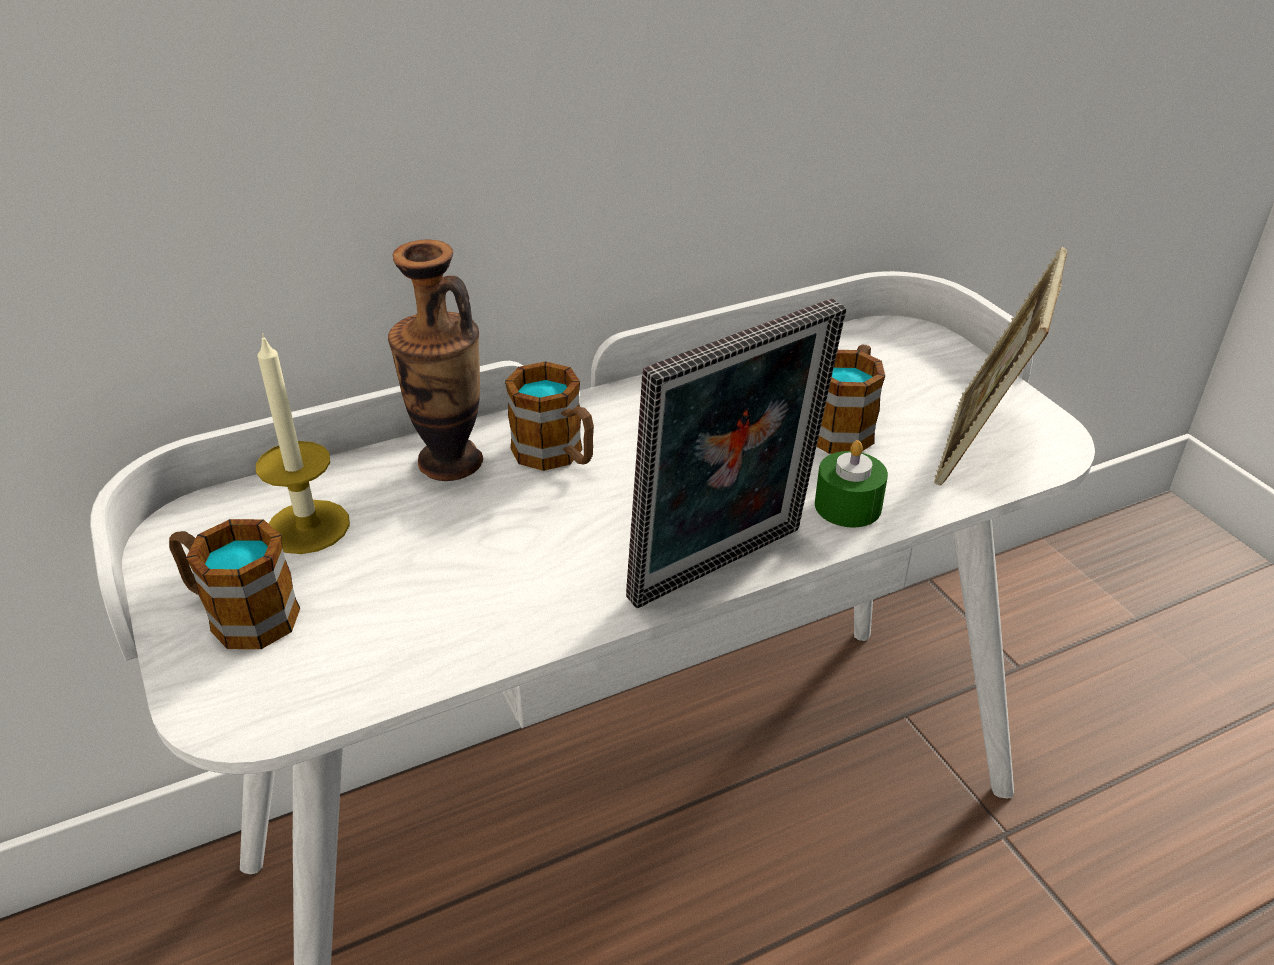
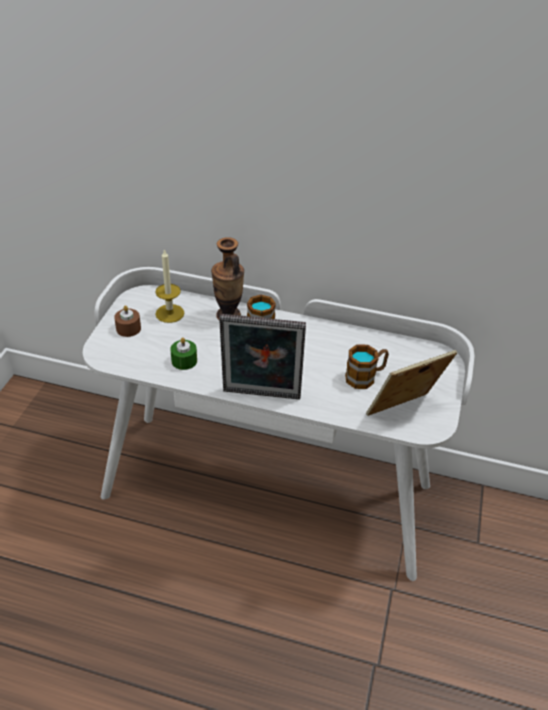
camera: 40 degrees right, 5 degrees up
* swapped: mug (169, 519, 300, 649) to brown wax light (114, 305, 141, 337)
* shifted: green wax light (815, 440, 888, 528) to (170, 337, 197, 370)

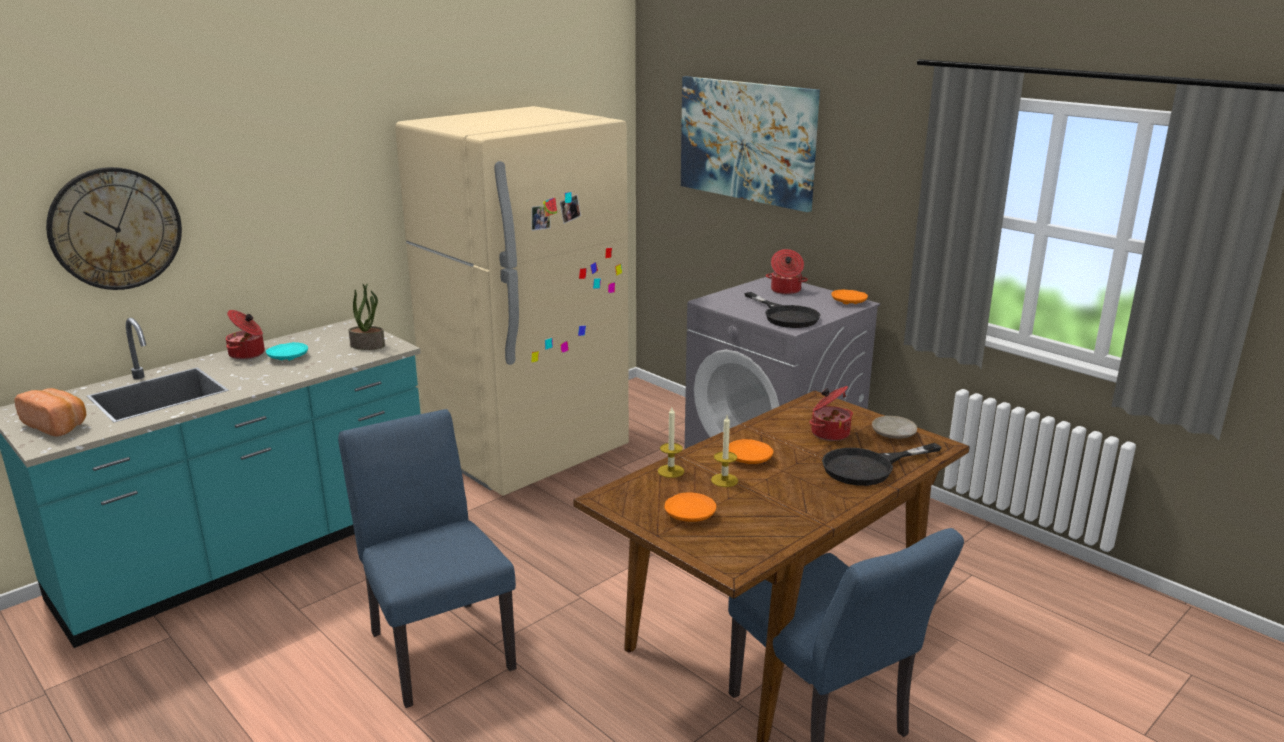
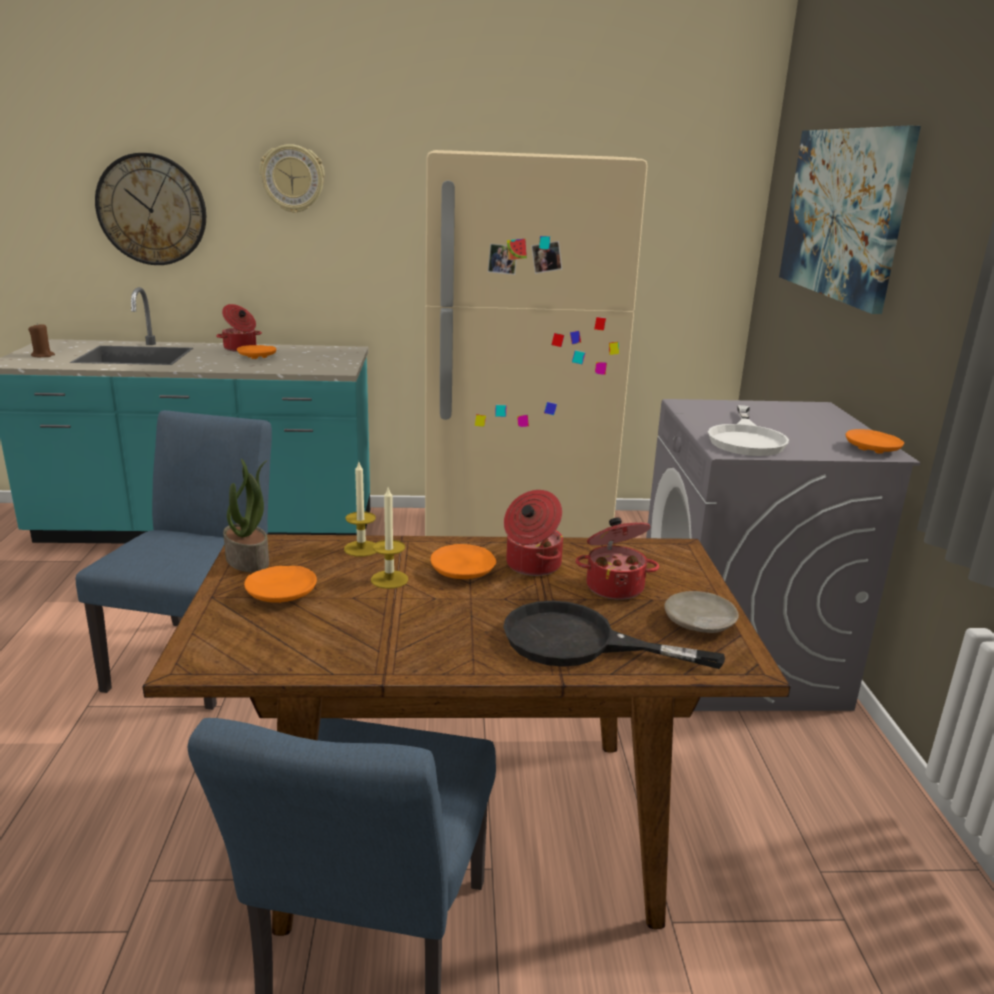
camera: 40 degrees right, 0 degrees up
* swapped: baked bread (15, 388, 86, 437) to brown wax light (28, 323, 55, 357)
* shifted: plant in a pot (349, 284, 385, 350) to (223, 459, 269, 572)
* repainted: turquoise plate (266, 342, 308, 361) to orange plate (237, 345, 276, 359)
* new: hanging clock (259, 144, 325, 213)
* shifted: cooking pot (766, 249, 808, 294) to (504, 490, 563, 576)
* repainted: black skillet (744, 292, 820, 328) to white-coloured skillet (708, 405, 789, 456)

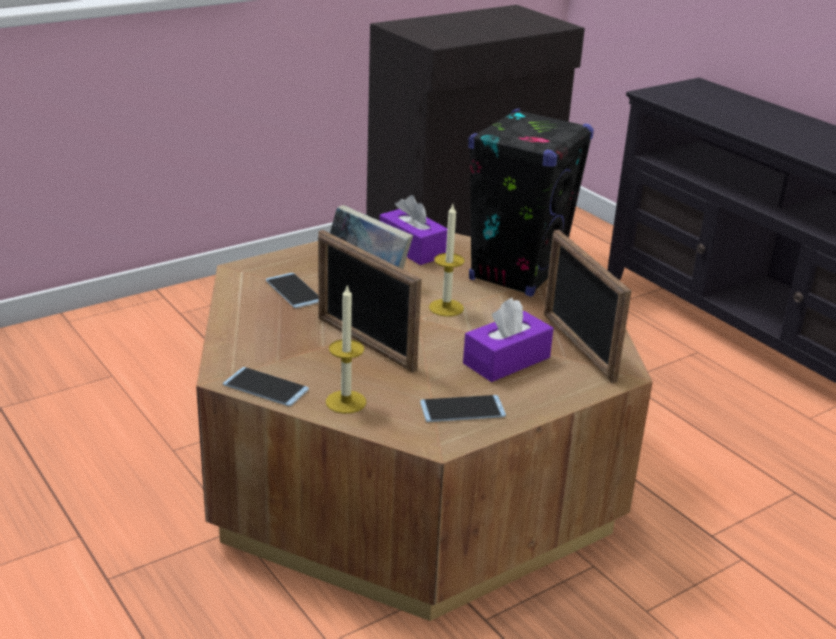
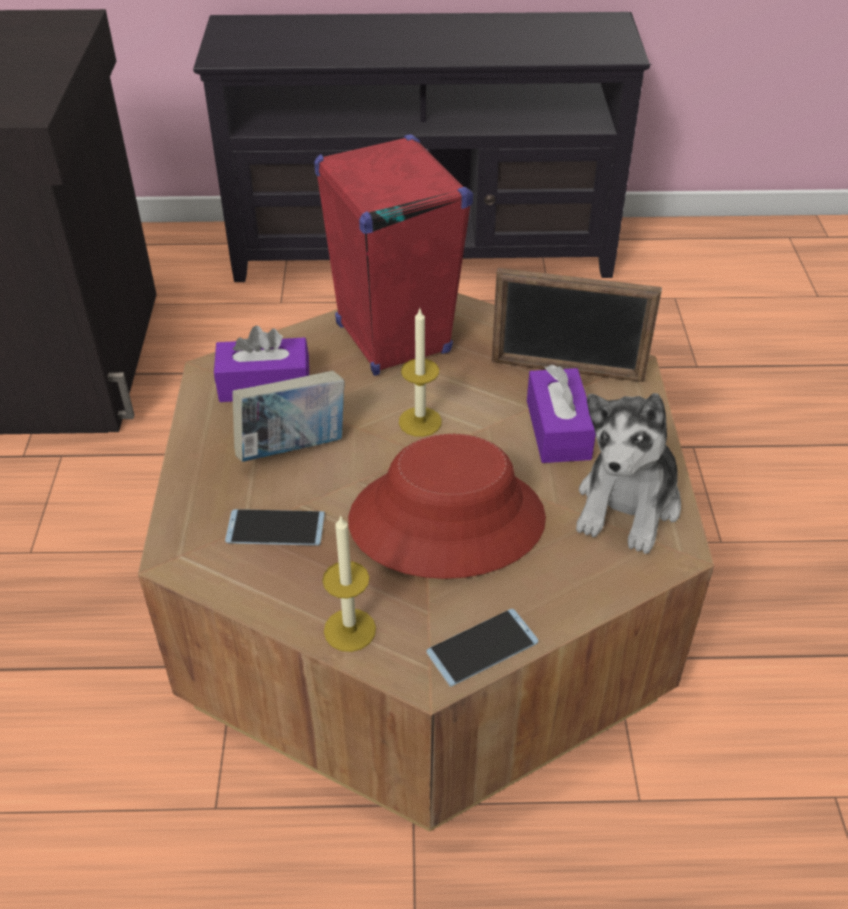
camera: 55 degrees left, 15 degrees up
* repainted: black audio speaker (468, 108, 594, 297) to red-coloured audio speaker (314, 134, 473, 376)
* shifted: wax light (326, 284, 366, 414) to (322, 514, 376, 652)
* swapped: photo frame (318, 230, 422, 372) to red-coloured clothing hat (348, 434, 546, 579)
* swapped: handset (420, 395, 506, 422) to cuddly toy (576, 393, 681, 554)

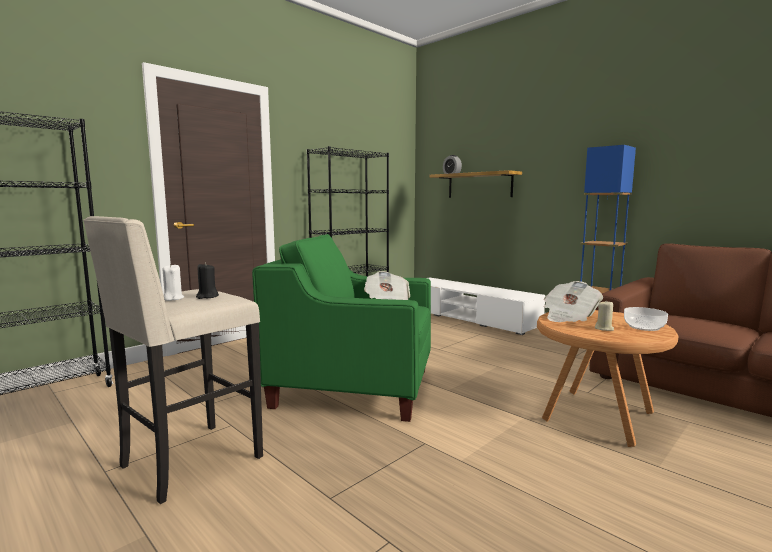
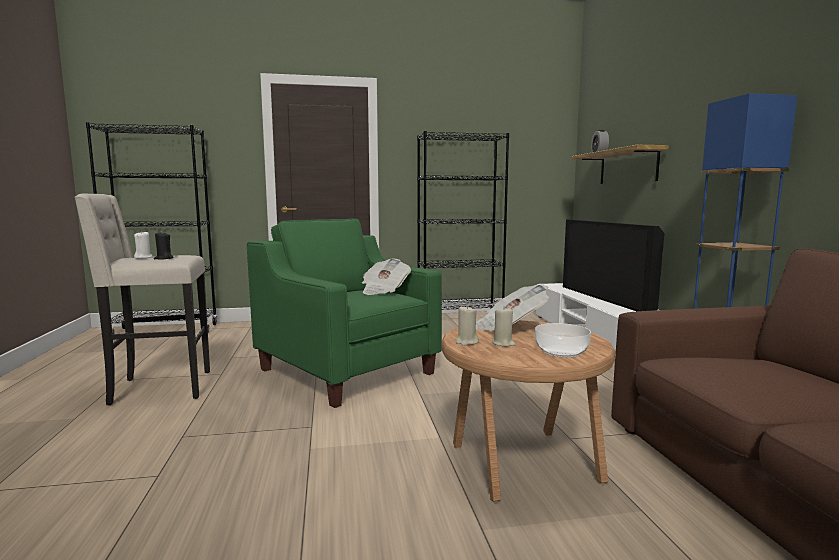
camera: 35 degrees right, 0 degrees up
* new: beige-coloured wax light (456, 305, 479, 346)
* new: TV (563, 219, 664, 311)

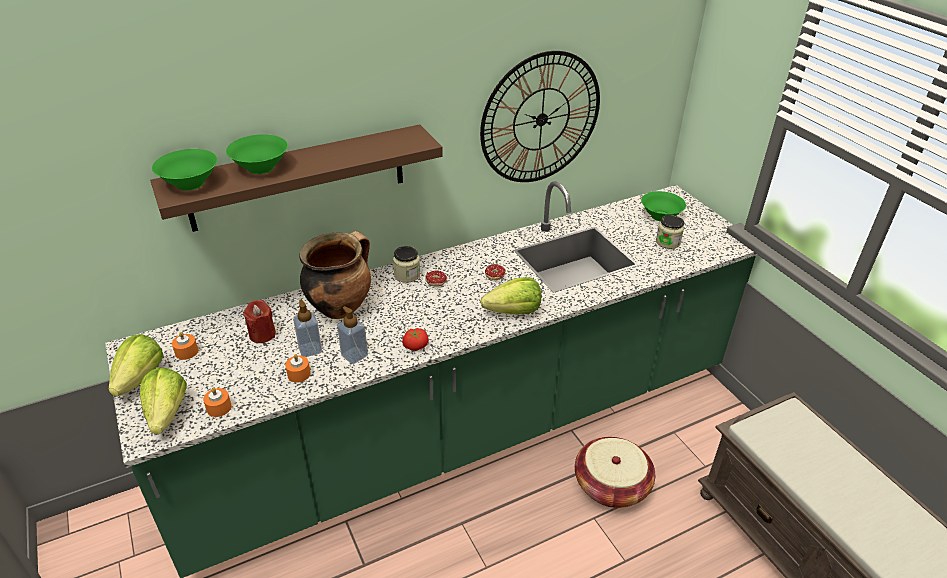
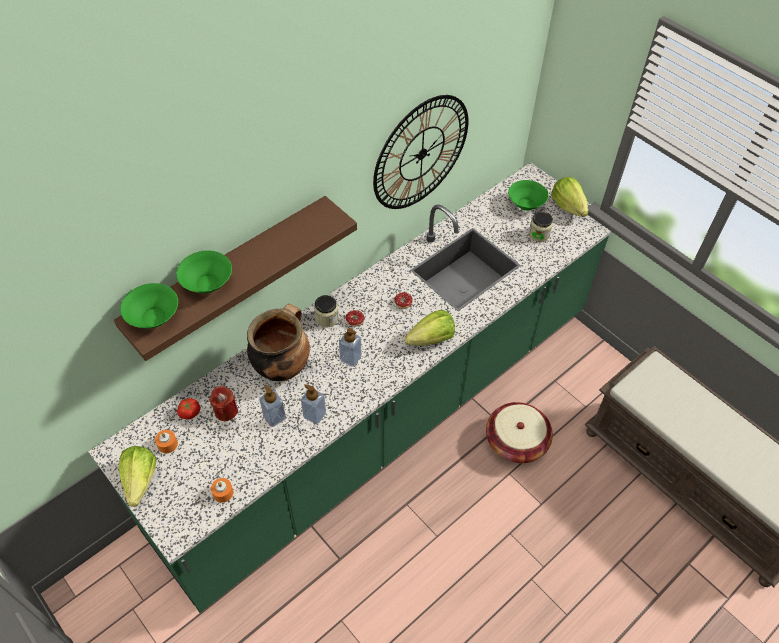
camera: 15 degrees left, 15 degrees up
* shifted: tomato (402, 328, 429, 351) to (177, 398, 200, 420)
* new: soap dispenser (339, 328, 362, 367)
* shifted: lettuce head (140, 368, 187, 434) to (551, 177, 588, 217)
* gone: orange wax light (285, 354, 311, 383)

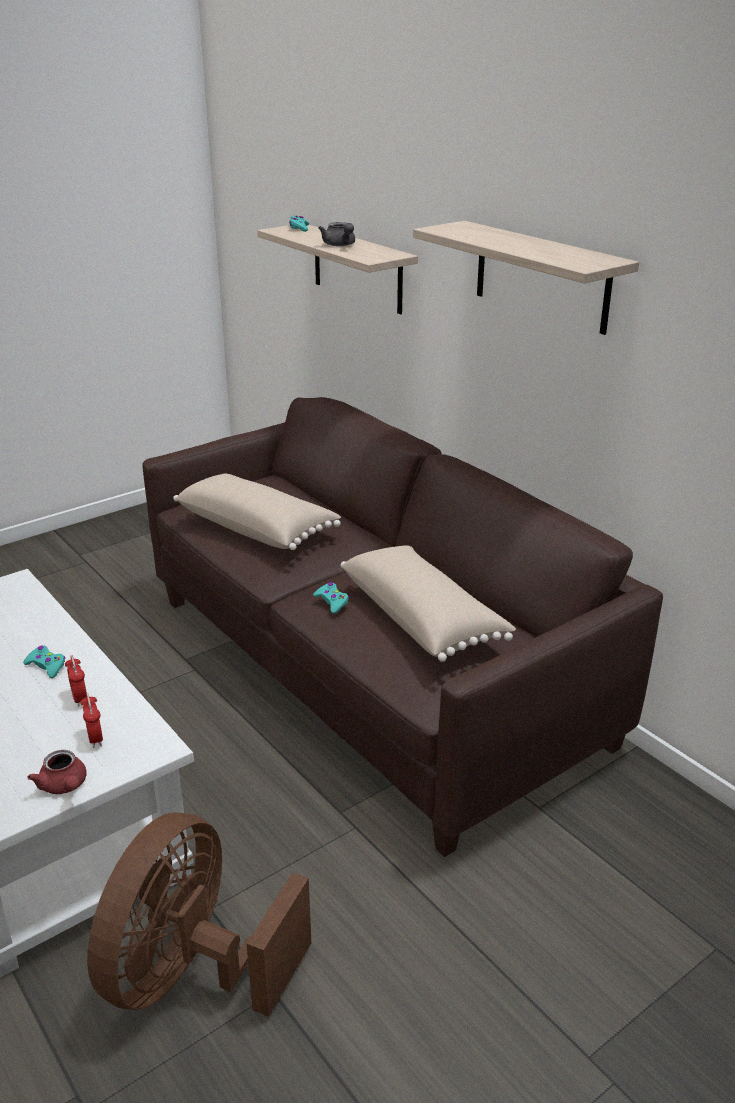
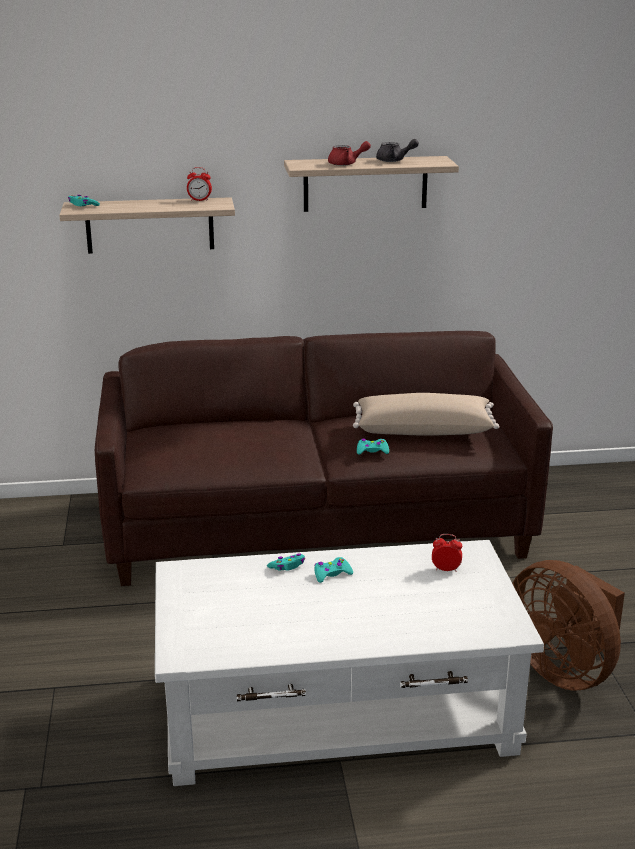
camera: 60 degrees left, 5 degrees down
* shifted: table clock (65, 655, 87, 707) to (187, 167, 212, 201)
* new: turquoise game controller (267, 554, 305, 571)
* shifted: red-coloured tea pot (27, 750, 87, 794) to (328, 141, 371, 166)
* shifted: greyish tea pot (318, 222, 355, 246) to (376, 139, 419, 162)
* gone: beige-coloured cushion (173, 474, 341, 550)

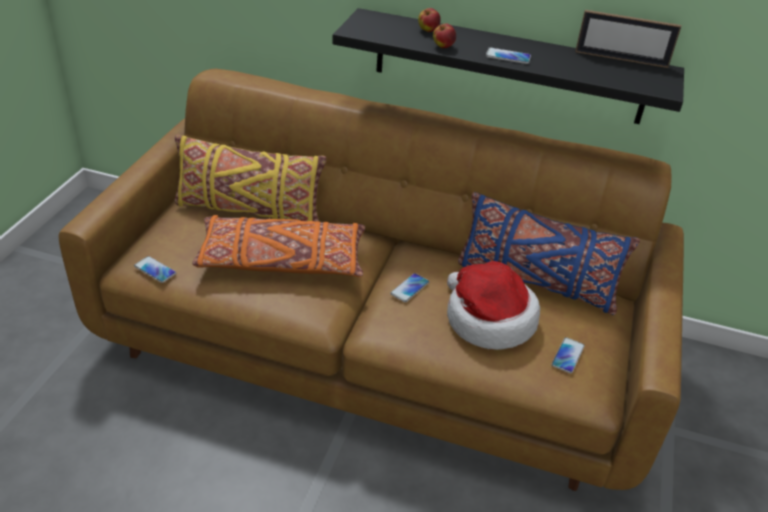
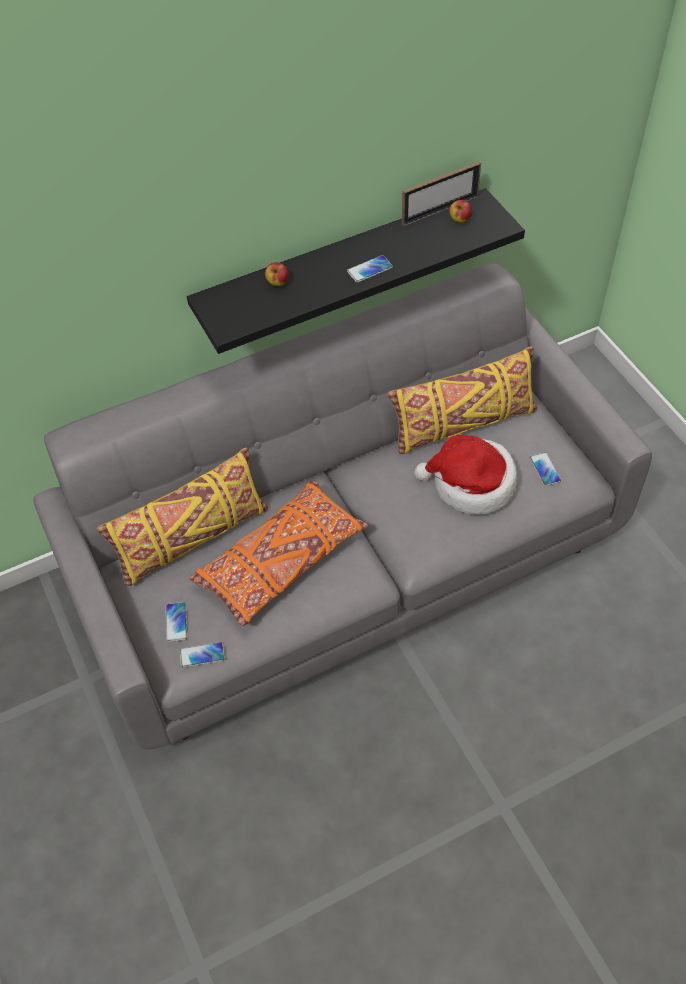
camera: 40 degrees left, 15 degrees up
* repainted: brown sofa (59, 69, 684, 491) to greyish sofa (33, 263, 652, 750)
* shifted: handset (390, 273, 429, 302) to (166, 602, 187, 642)
* repainted: blue cushion (458, 192, 640, 315) to yellow-coloured cushion (388, 346, 537, 454)
* shifted: apple (433, 24, 456, 48) to (449, 200, 472, 223)

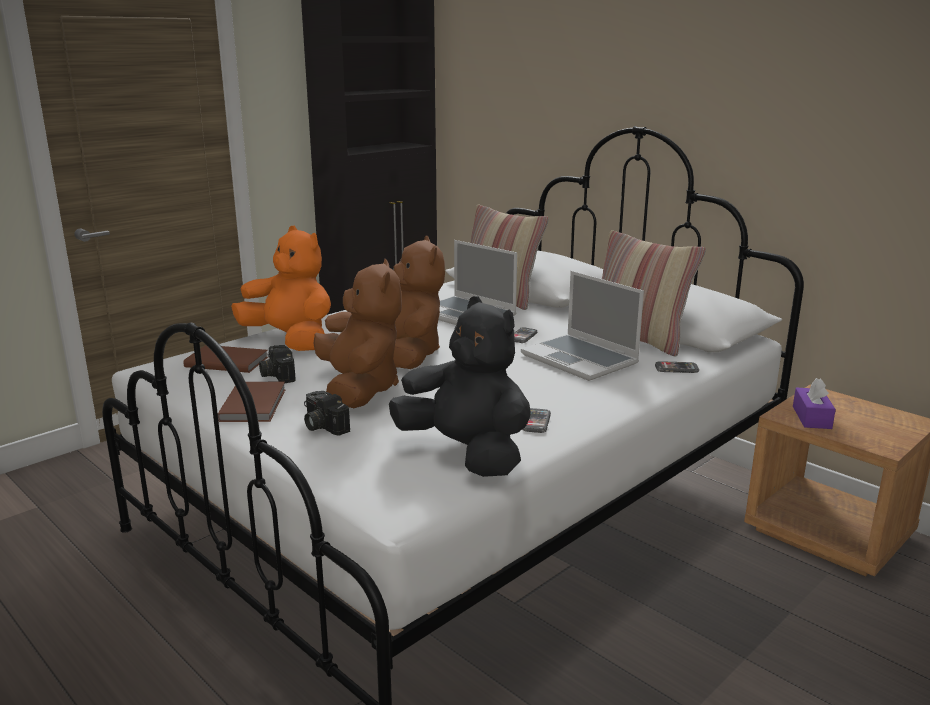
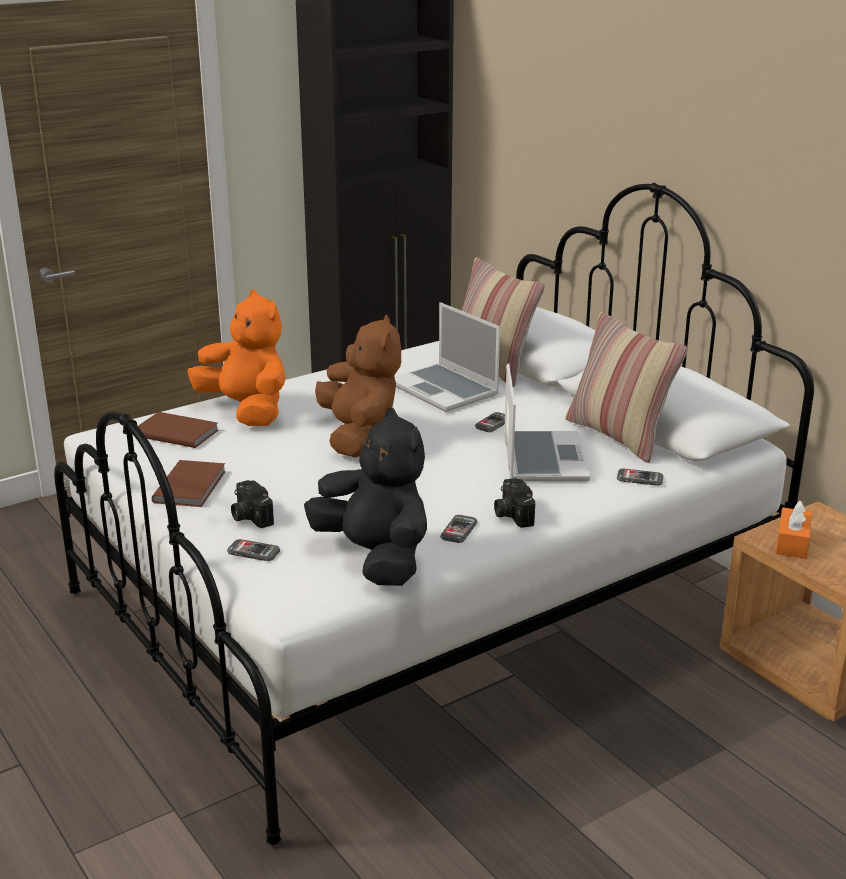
camera: 10 degrees right, 5 degrees up
* new: handset (227, 539, 280, 561)
* shifted: photo camera (259, 345, 295, 384) to (494, 478, 535, 528)
* rotated: portable computer (521, 271, 644, 381) = (504, 364, 590, 482) 150 degrees counterclockwise
* repainted: purplish tissue holder (793, 378, 836, 429) to orange tissue holder (776, 501, 812, 559)
* gone: brown cuddly toy (313, 259, 402, 408)

